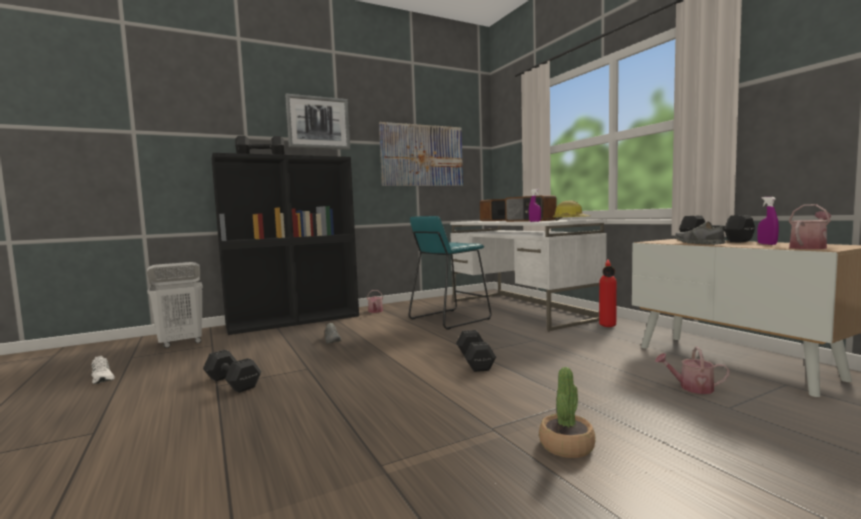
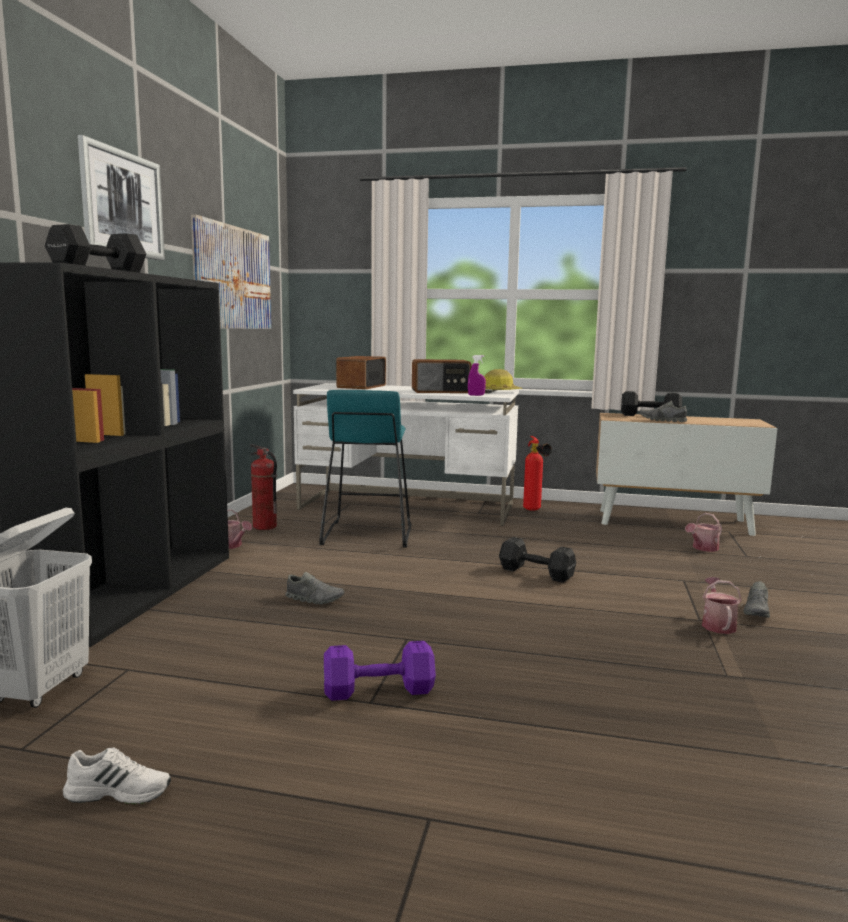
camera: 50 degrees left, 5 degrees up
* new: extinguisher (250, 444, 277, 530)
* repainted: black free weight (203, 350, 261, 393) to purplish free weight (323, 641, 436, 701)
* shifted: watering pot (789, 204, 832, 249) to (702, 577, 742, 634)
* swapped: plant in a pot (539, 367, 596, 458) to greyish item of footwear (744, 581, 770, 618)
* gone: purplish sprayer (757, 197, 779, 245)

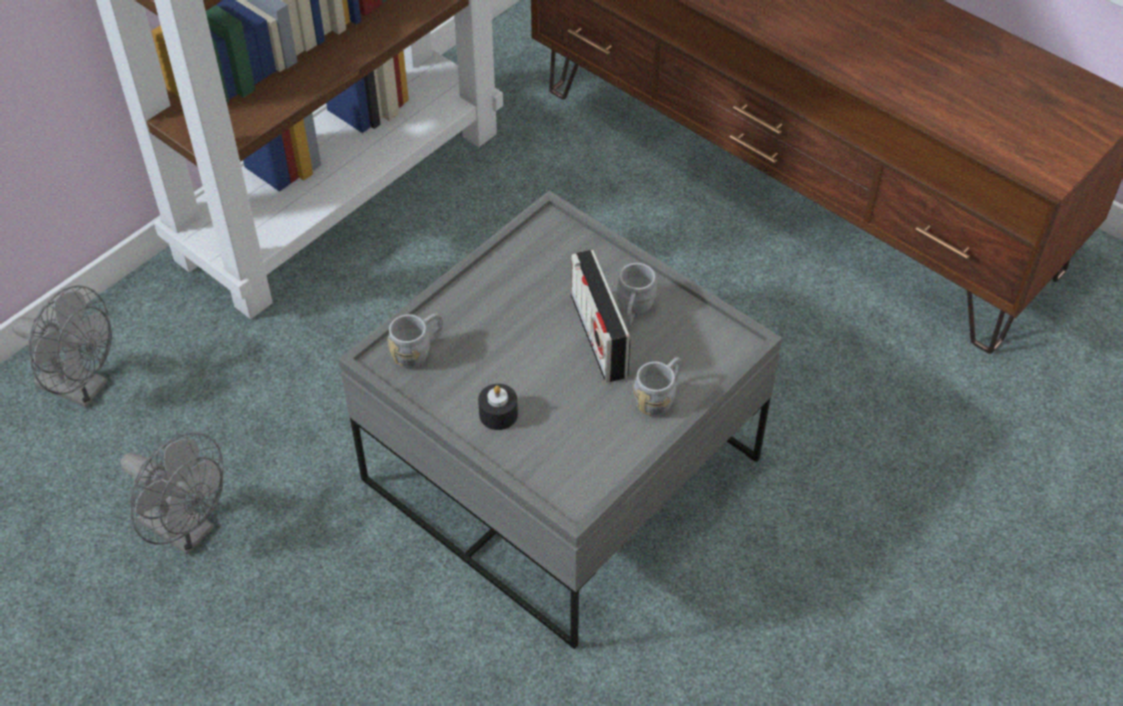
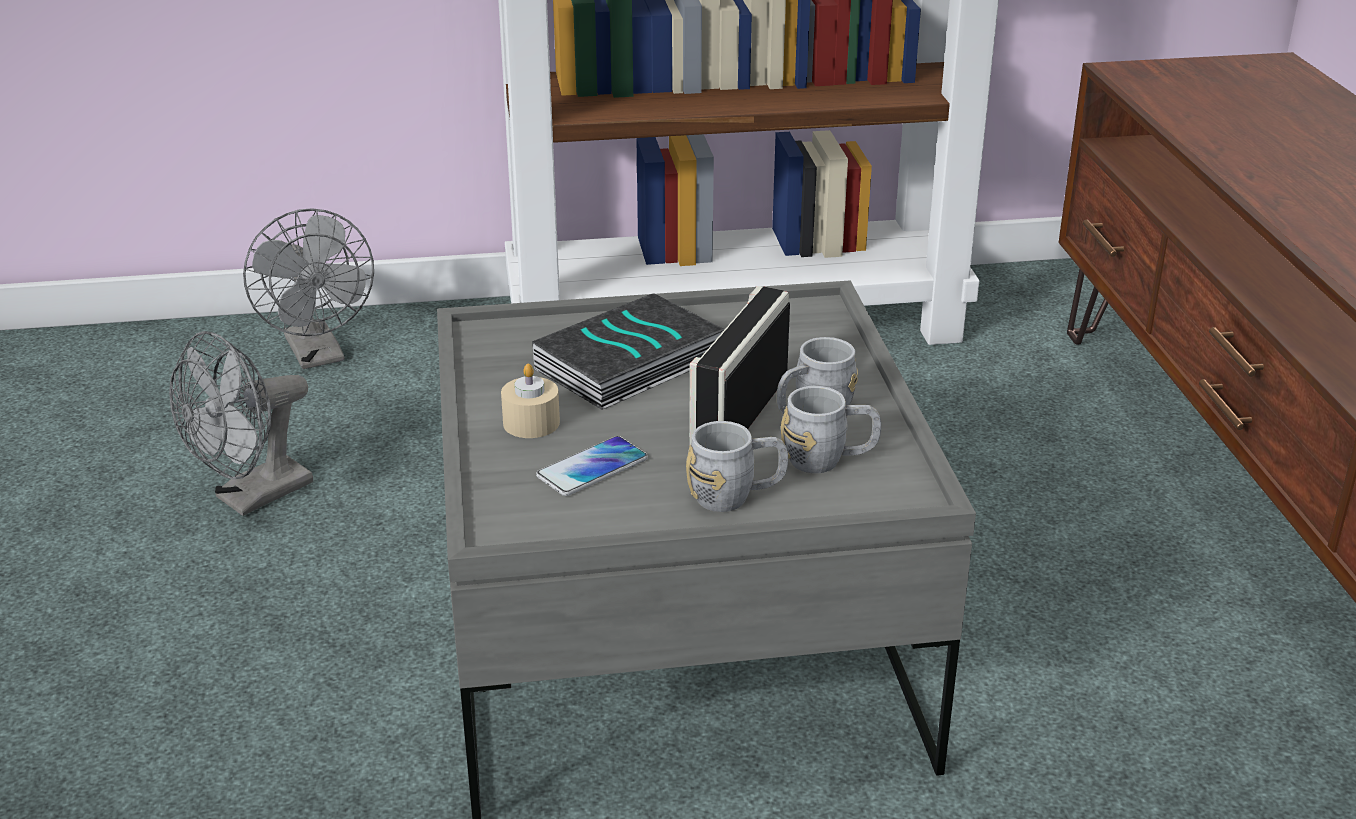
camera: 40 degrees right, 20 degrees down
* rotated: greyish cooling fan (121, 432, 224, 555) = (169, 331, 313, 516) 60 degrees clockwise
* repainted: black wax light (478, 384, 518, 430) to beige-coloured wax light (501, 363, 560, 438)
* new: bound book (532, 293, 725, 410)
* new: handset (536, 436, 648, 496)
* shifted: greyish mug (388, 313, 443, 369) to (781, 386, 881, 473)

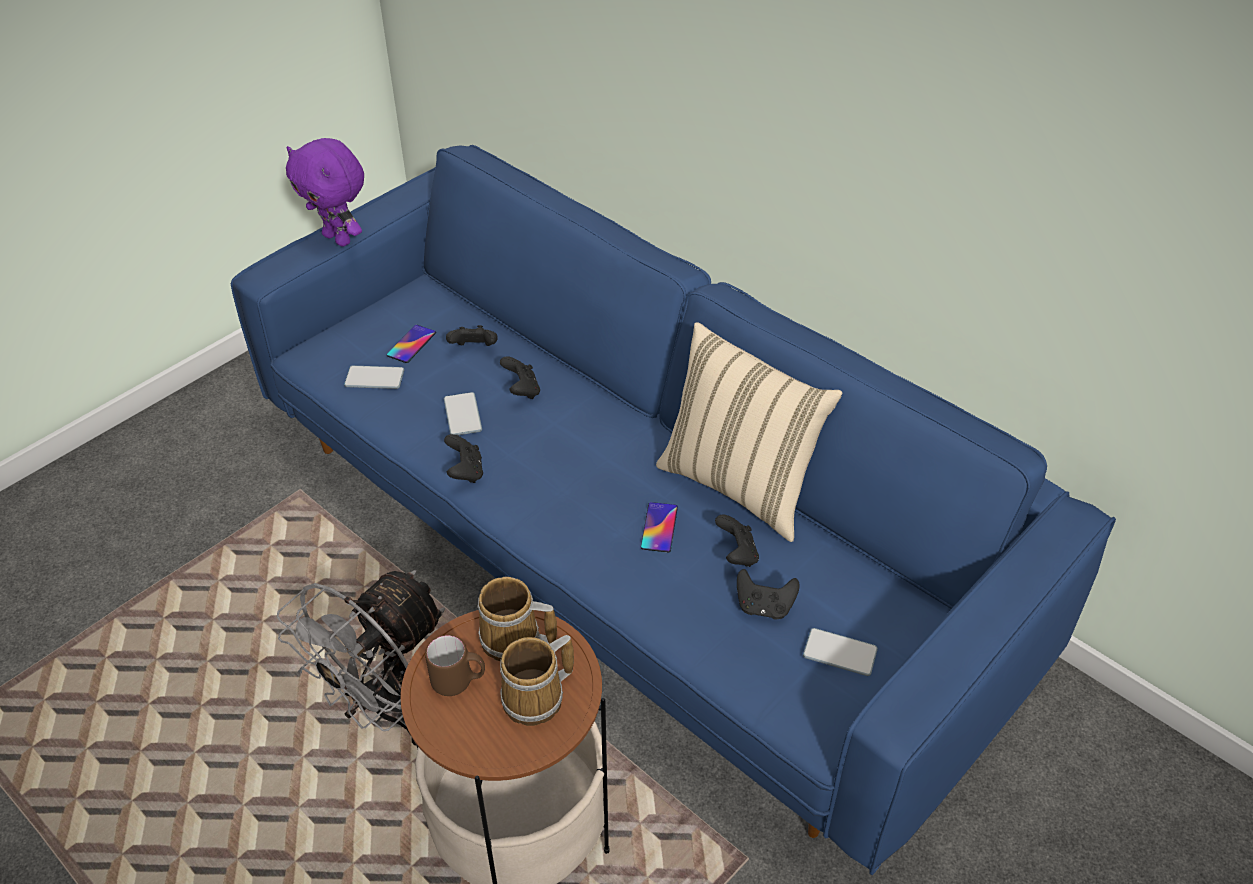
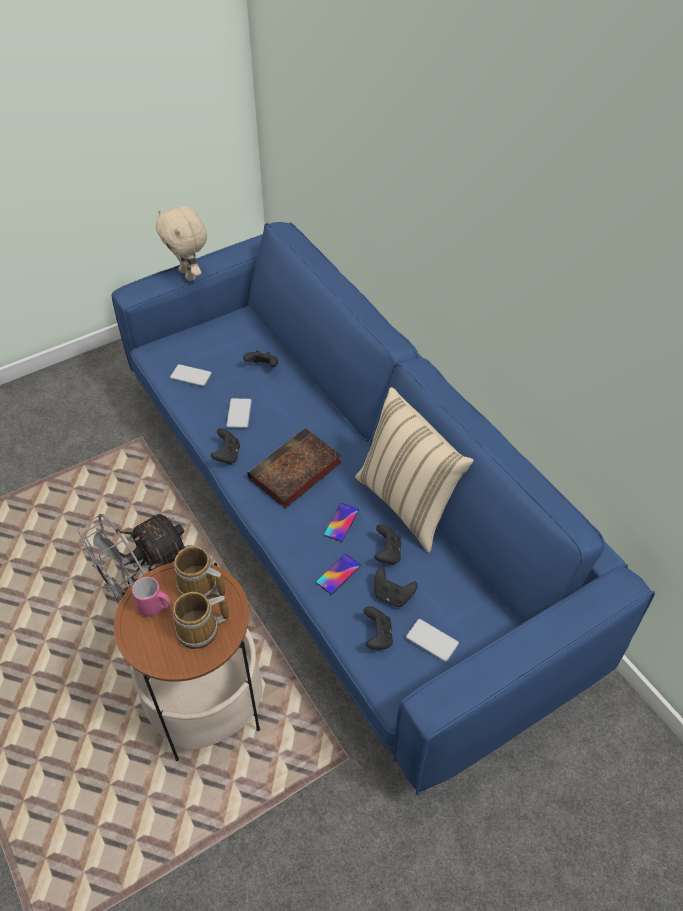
camera: 15 degrees right, 5 degrees up
* repainted: brown mug (425, 635, 485, 696) to pink-coloured mug (132, 577, 171, 616)
* repainted: purplish cuddly toy (286, 138, 364, 247) to beige-coloured cuddly toy (156, 206, 207, 281)
* new: bound book (247, 428, 342, 509)
* shifted: handset (387, 325, 436, 363) to (316, 554, 361, 594)
* shifted: black game controller (500, 356, 540, 399) to (364, 606, 393, 649)

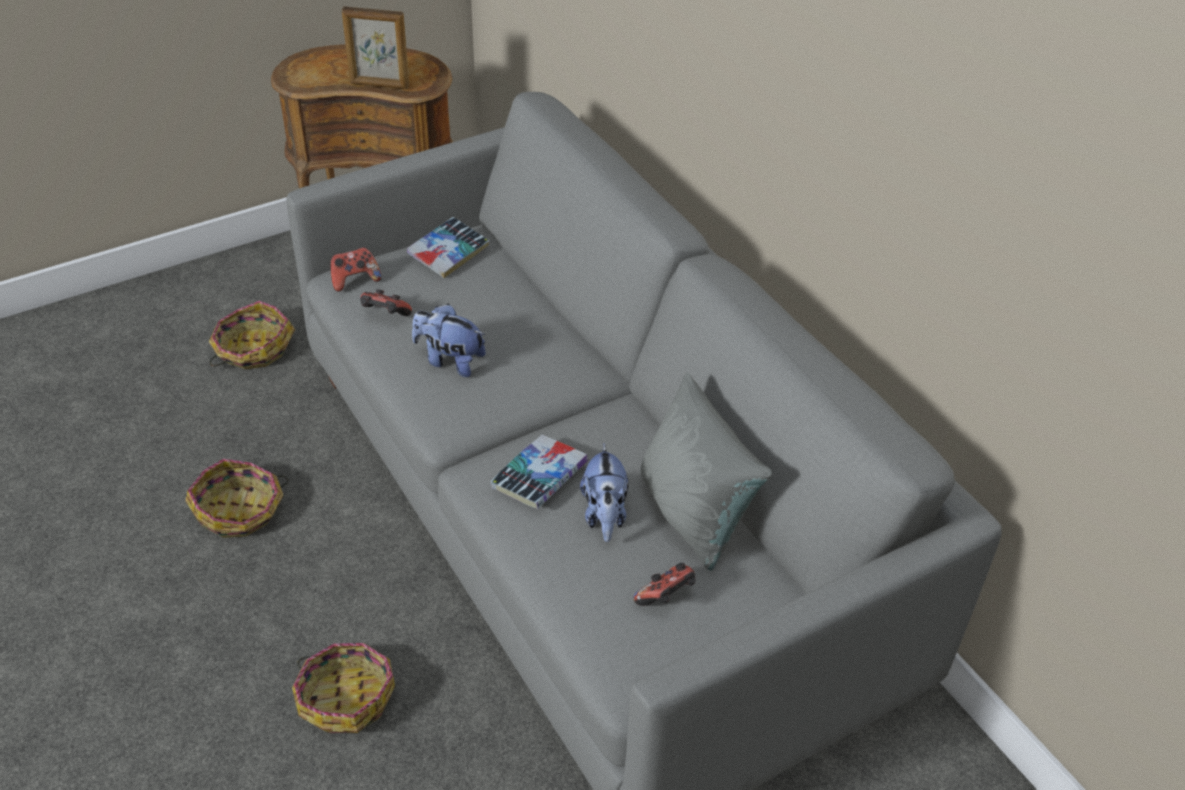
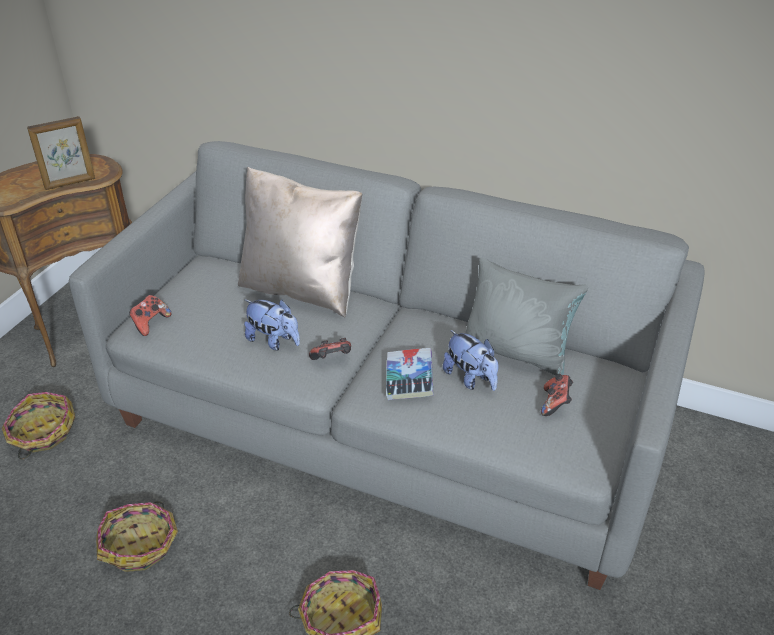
camera: 35 degrees left, 5 degrees down
* new: beige-coloured cushion (238, 167, 363, 318)
* rotated: cuddly toy (412, 304, 486, 377) = (244, 300, 300, 350) 135 degrees counterclockwise
* shifted: game controller (360, 289, 412, 316) to (309, 338, 351, 360)
* gone: bound book (407, 217, 489, 278)

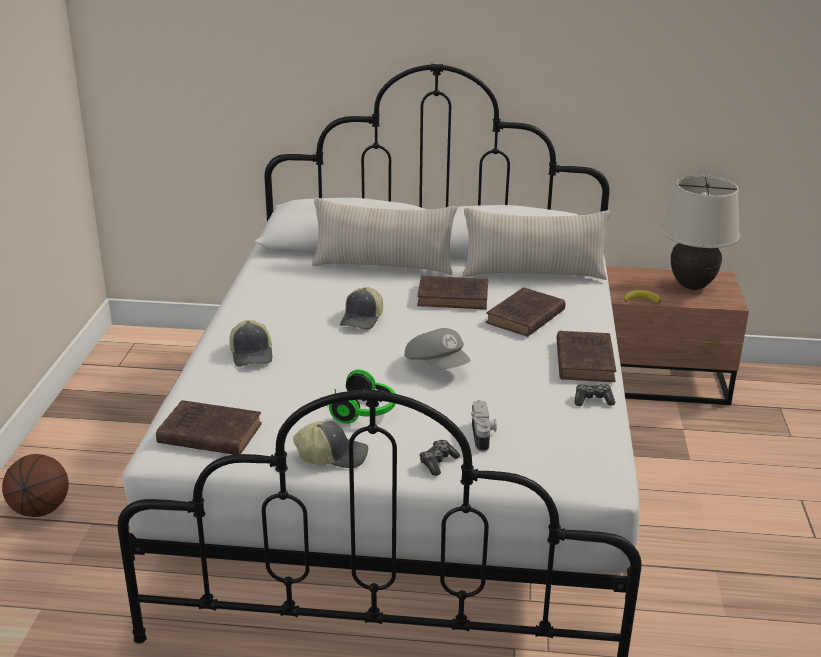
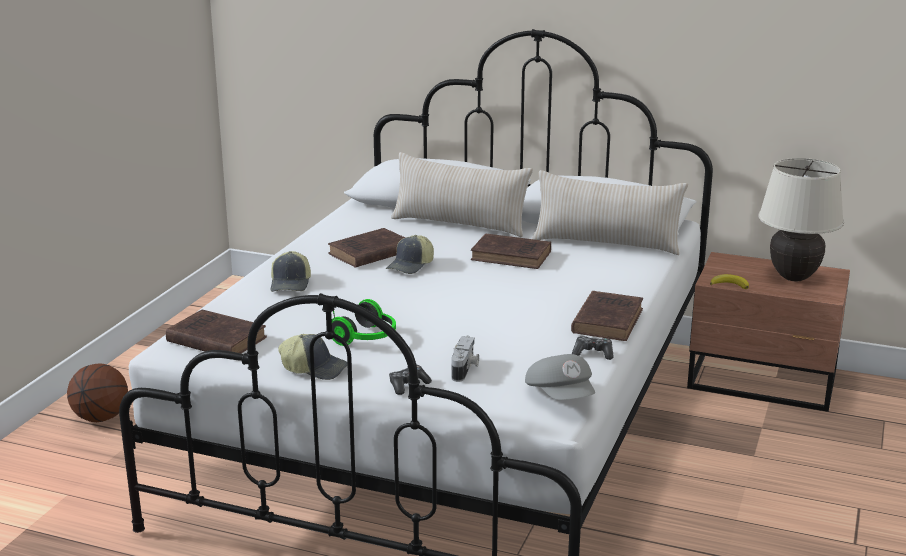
camera: 15 degrees right, 5 degrees down
* shifted: brown bound book (486, 287, 565, 337) to (328, 228, 405, 268)
* shifted: greyish baseball cap (405, 328, 471, 369) to (525, 354, 595, 400)

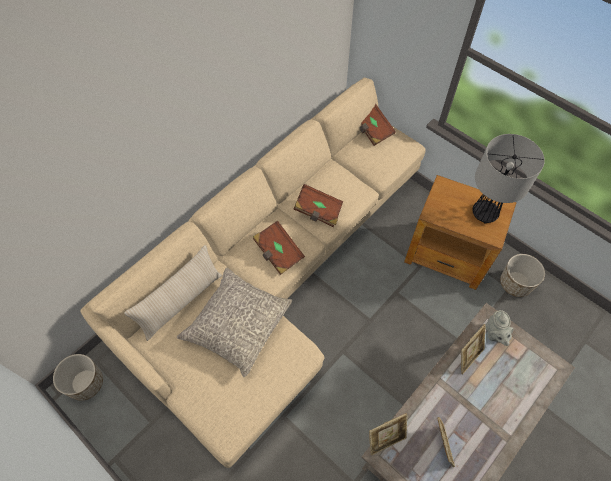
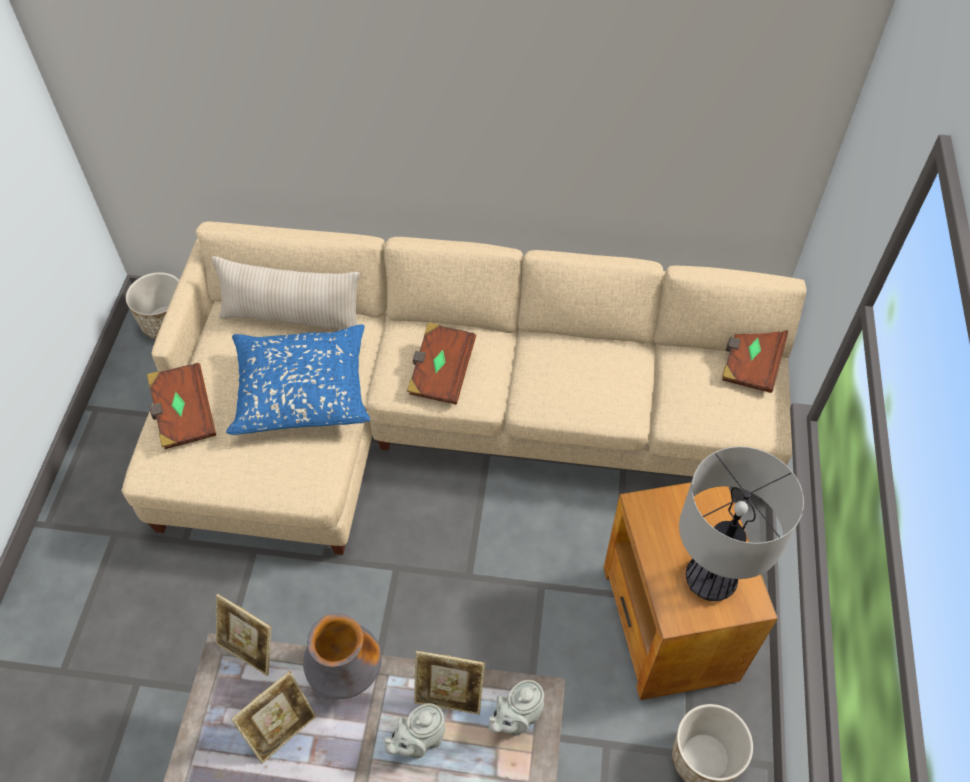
camera: 55 degrees right, 5 degrees down
* shifted: brown bound book (294, 184, 343, 227) to (147, 363, 216, 449)
* repainted: greyish cushion (177, 268, 292, 377) to blue cushion (226, 324, 370, 435)
* new: decorative vase (303, 613, 382, 699)
* new: greyish tea pot (384, 703, 445, 758)

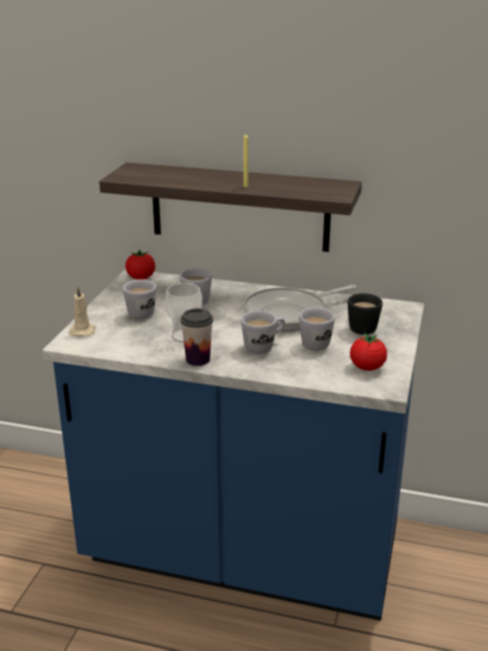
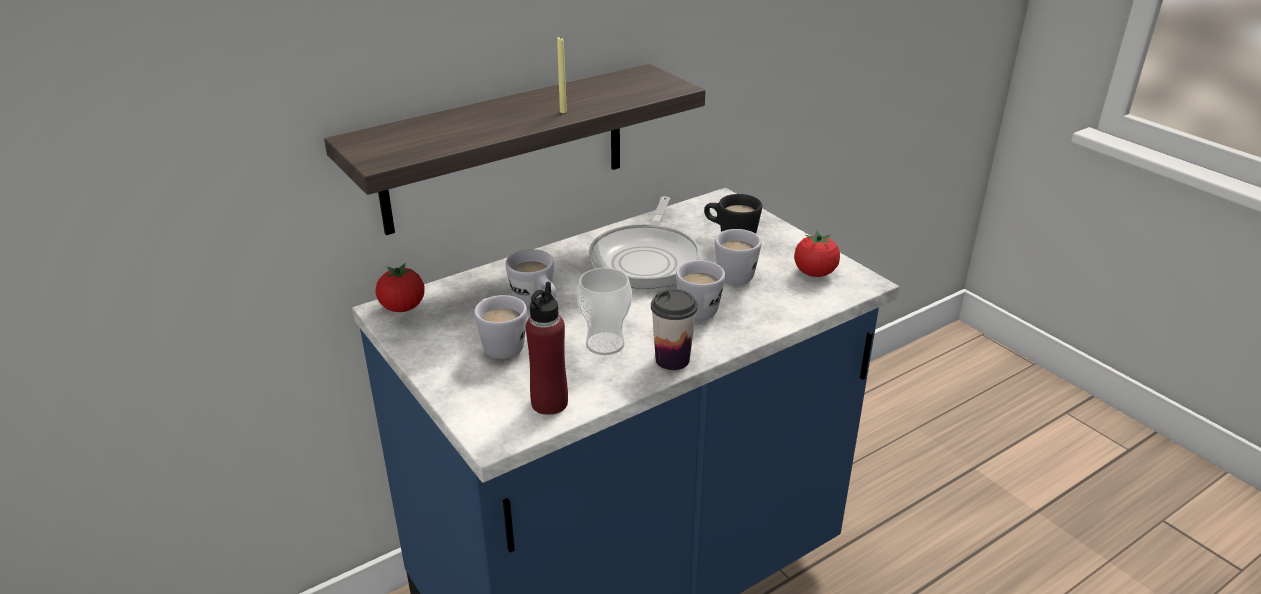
camera: 50 degrees left, 5 degrees up
* new: red-coloured beverage bottle (526, 282, 568, 415)
* gone: beige-coloured wax light (69, 286, 95, 337)

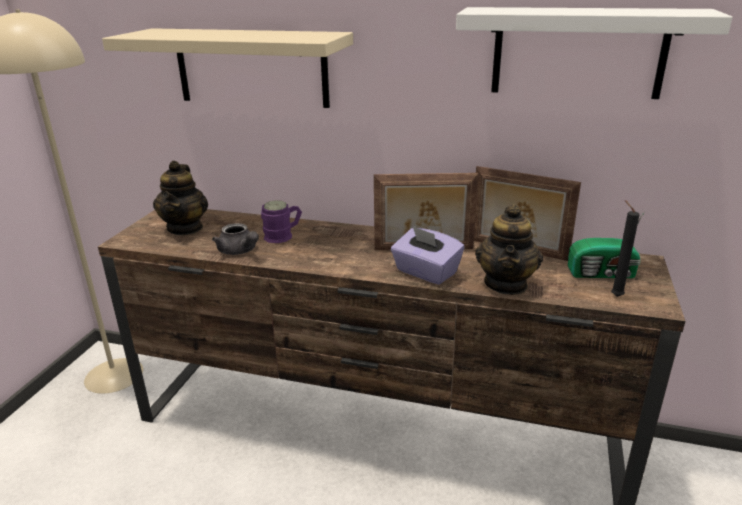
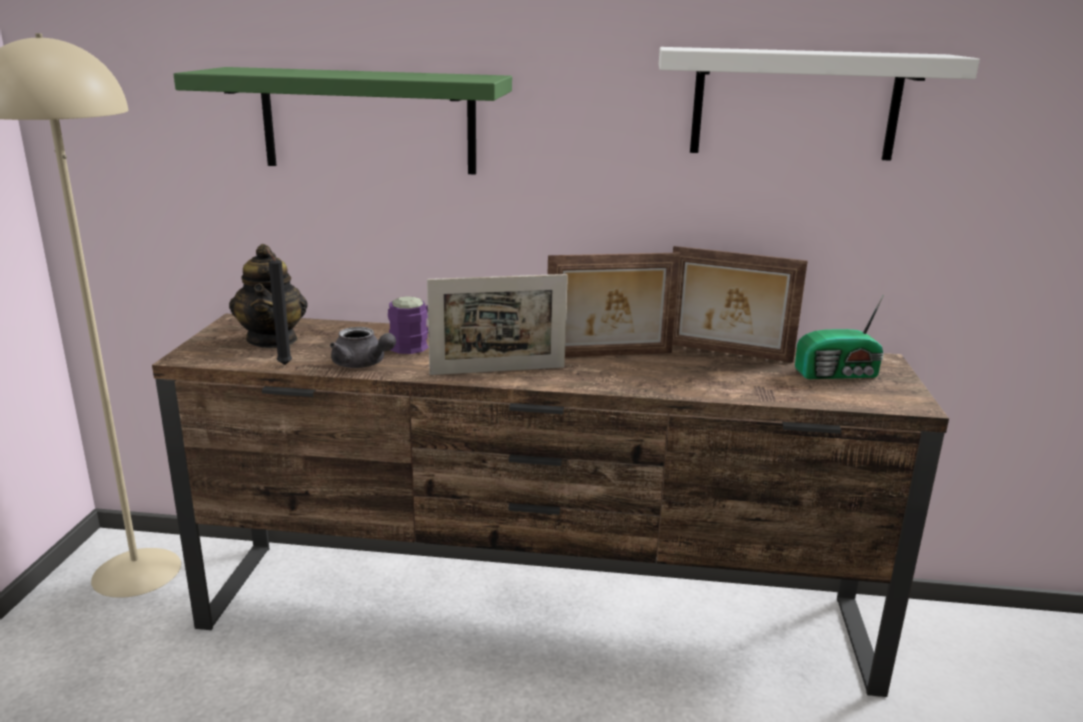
camera: 10 degrees left, 5 degrees down
* repainted: beige-coloured shelf (102, 28, 353, 108) to green shelf (173, 67, 512, 175)
* shifted: black wax light (611, 200, 640, 297) to (266, 247, 292, 365)
* new: photo frame (427, 274, 568, 375)
* gone: purplish tissue holder (391, 226, 465, 285)
* gone: tea pot (475, 204, 543, 295)

